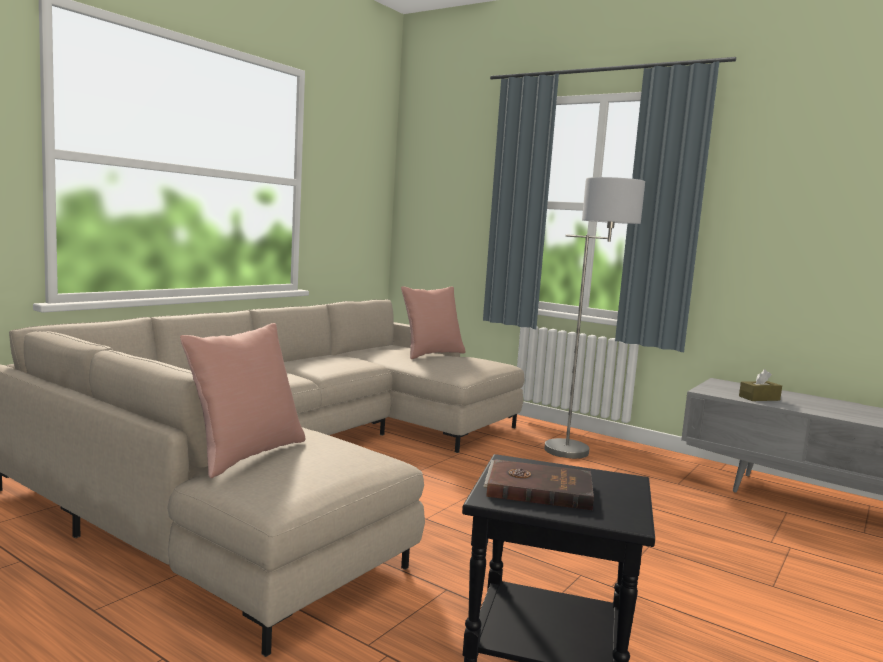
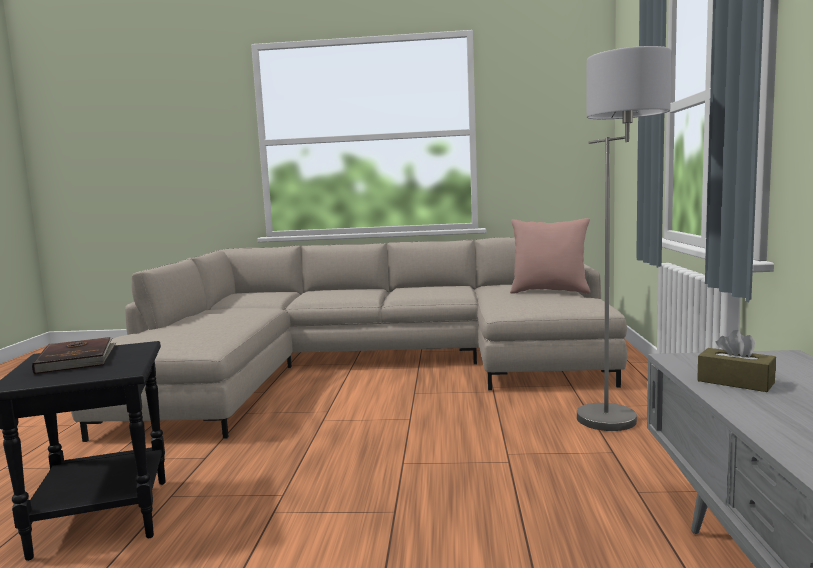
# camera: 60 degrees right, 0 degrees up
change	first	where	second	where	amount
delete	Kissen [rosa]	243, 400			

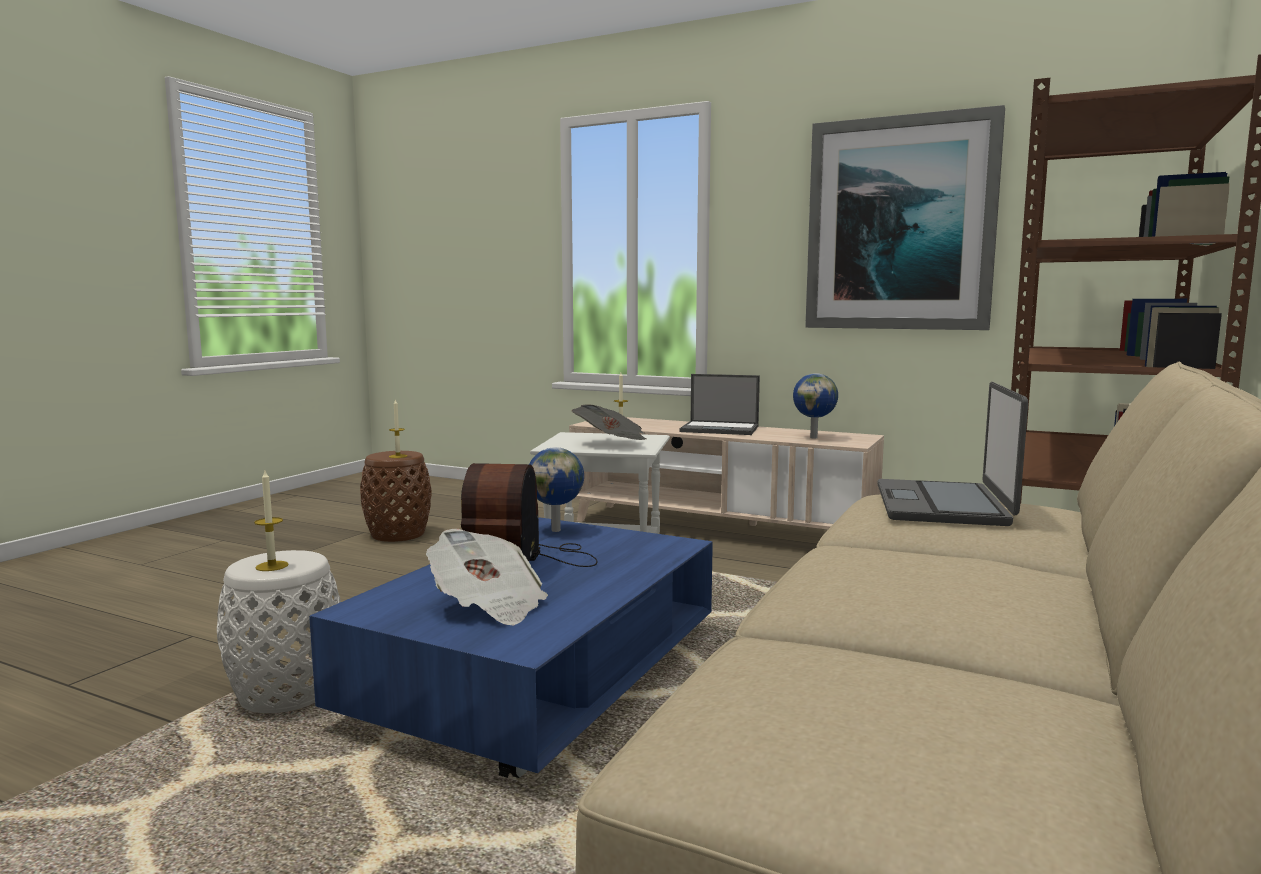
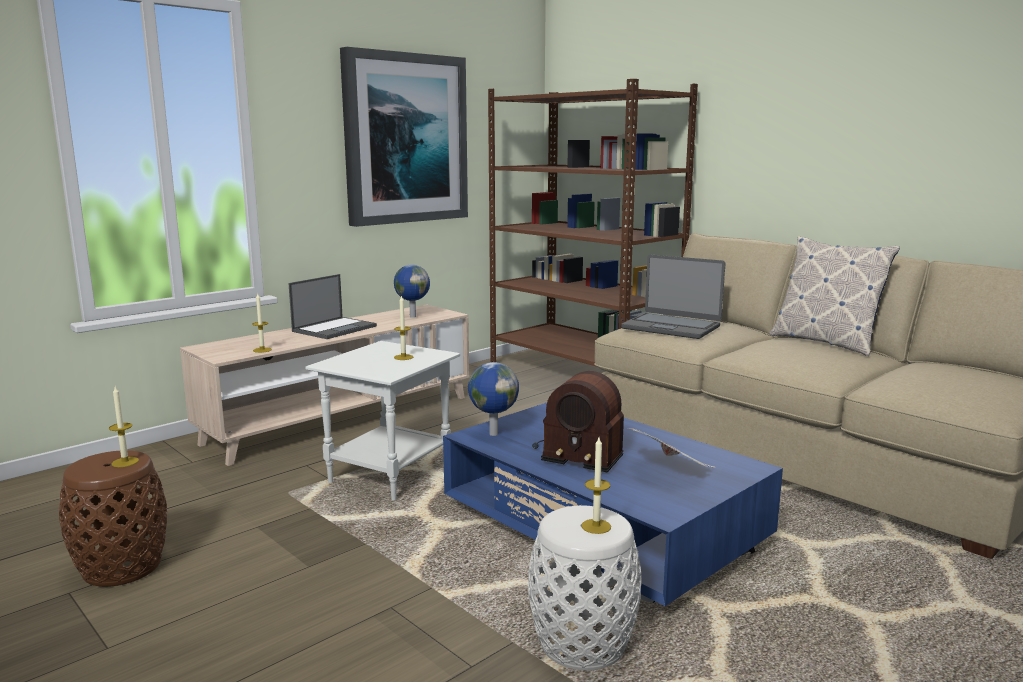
# camera: 70 degrees left, 5 degrees up
change	first	where	second	where	amount
insert			Kissen	834, 296	
replace	Zeitung	609, 422	Kerze	403, 327	

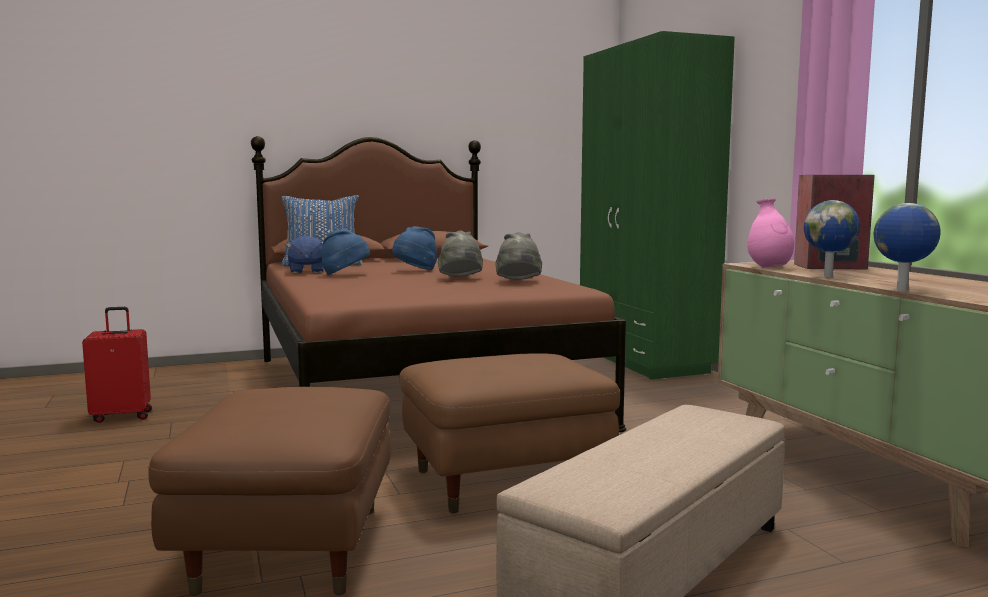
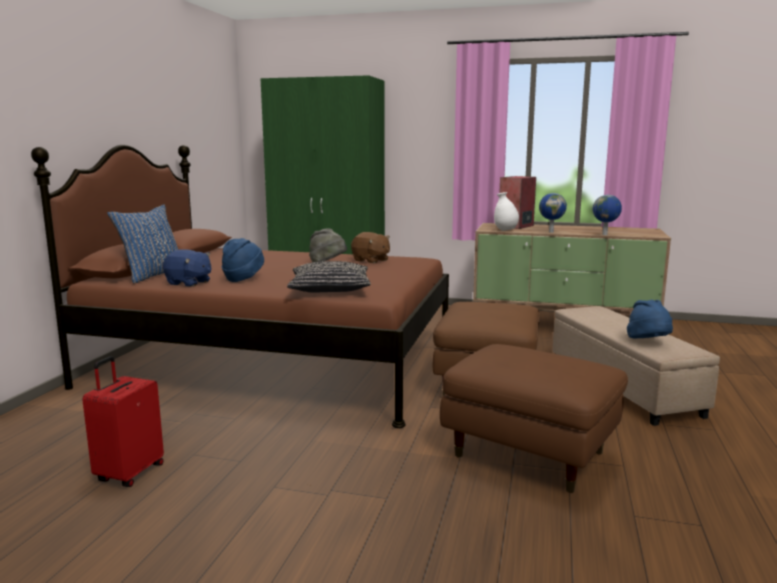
# camera: 55 degrees left, 5 degrees up
change	first	where	second	where	amount
insert			Kissen [schwarz]	329, 277	
move	Hut [blau]	415, 248		650, 319	
replace	Hut [grau]	518, 256	Plüschtier [braun]	370, 247	
recolor	Vase [rosa]	771, 232	Vase [weiß]	506, 211	

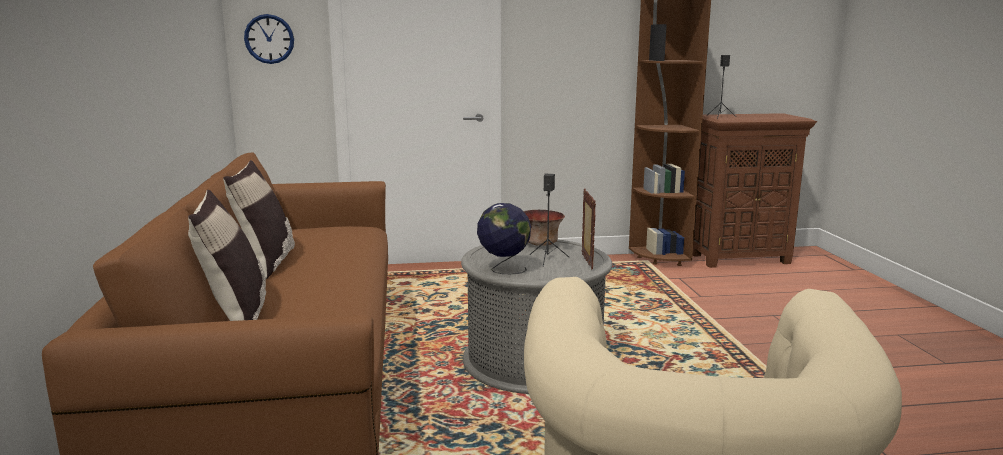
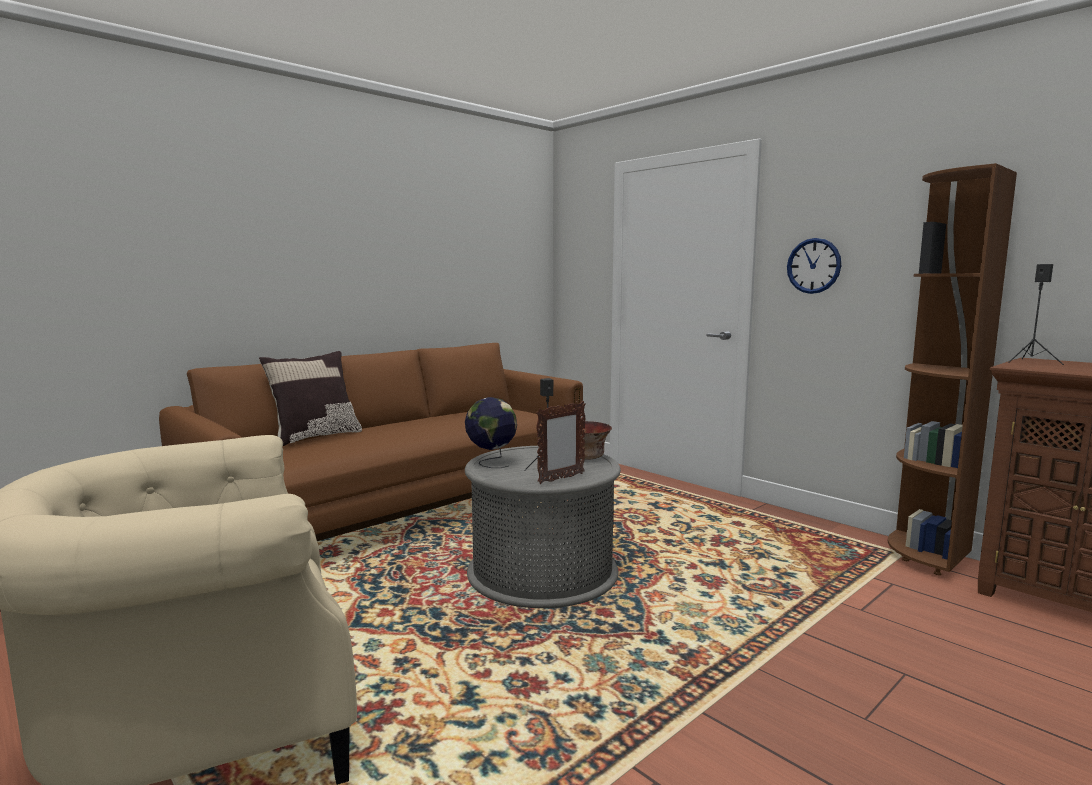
# camera: 55 degrees right, 5 degrees down
change	first	where	second	where	amount
delete	Kissen	259, 219			
move	Wanduhr	269, 39		814, 266	

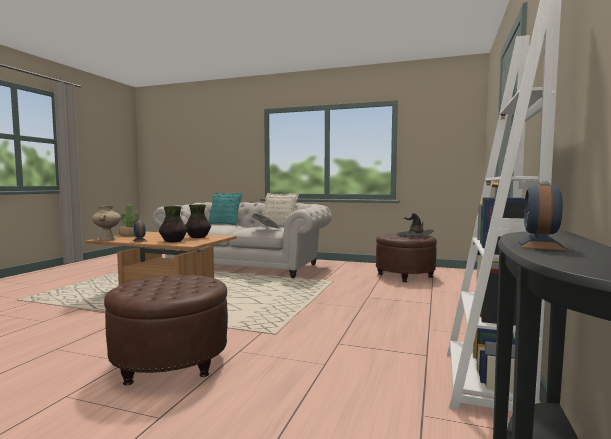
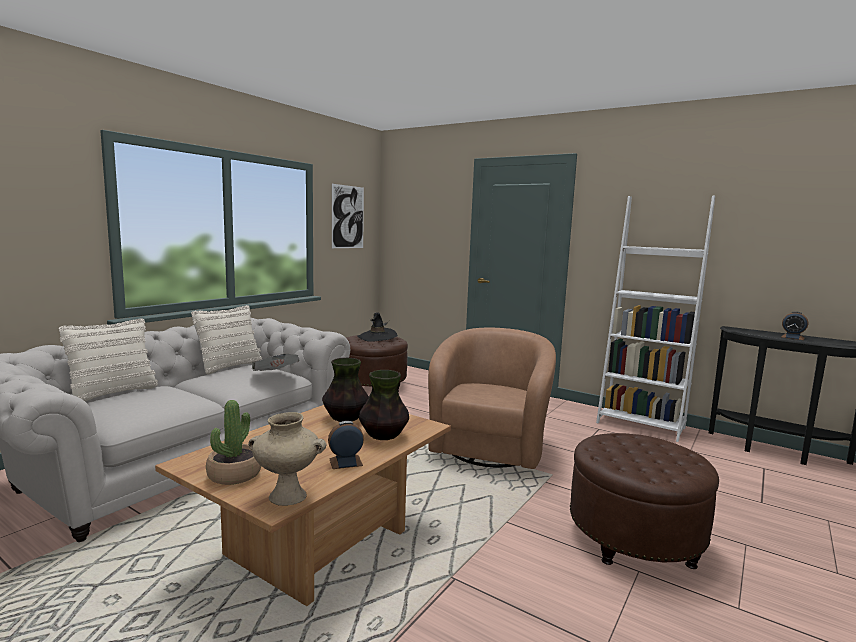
# camera: 75 degrees left, 5 degrees up
change	first	where	second	where	amount
insert			Bild	348, 216	
insert			Sessel [braun]	492, 398	
recolor	Kissen [türkis]	226, 208	Kissen [beige]	108, 360	

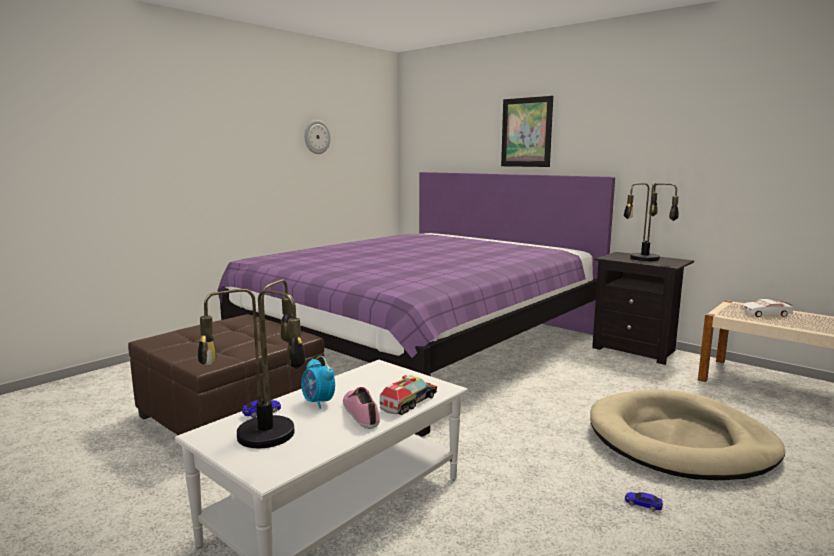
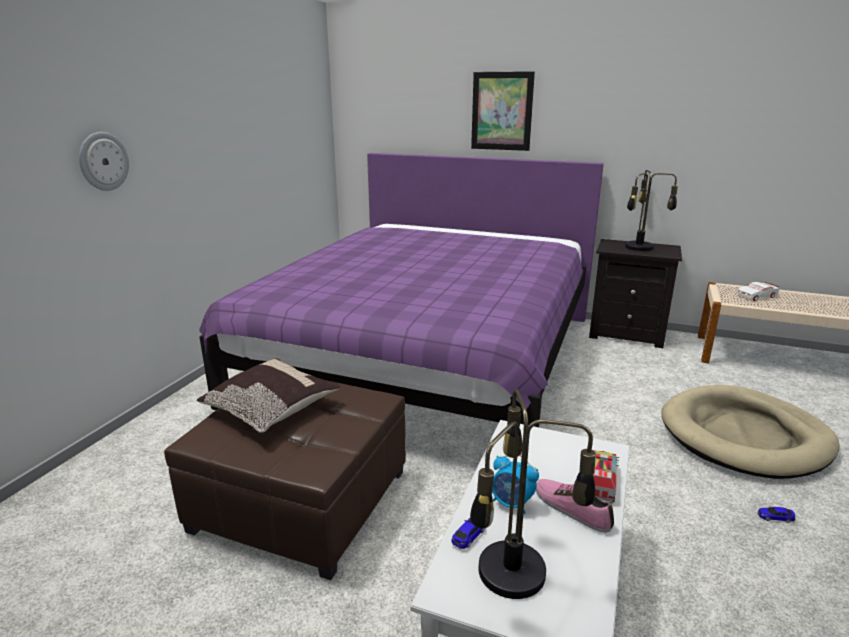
# camera: 20 degrees left, 10 degrees up
change	first	where	second	where	amount
insert			Kissen	269, 395	
move	Wanduhr	317, 137		104, 161	

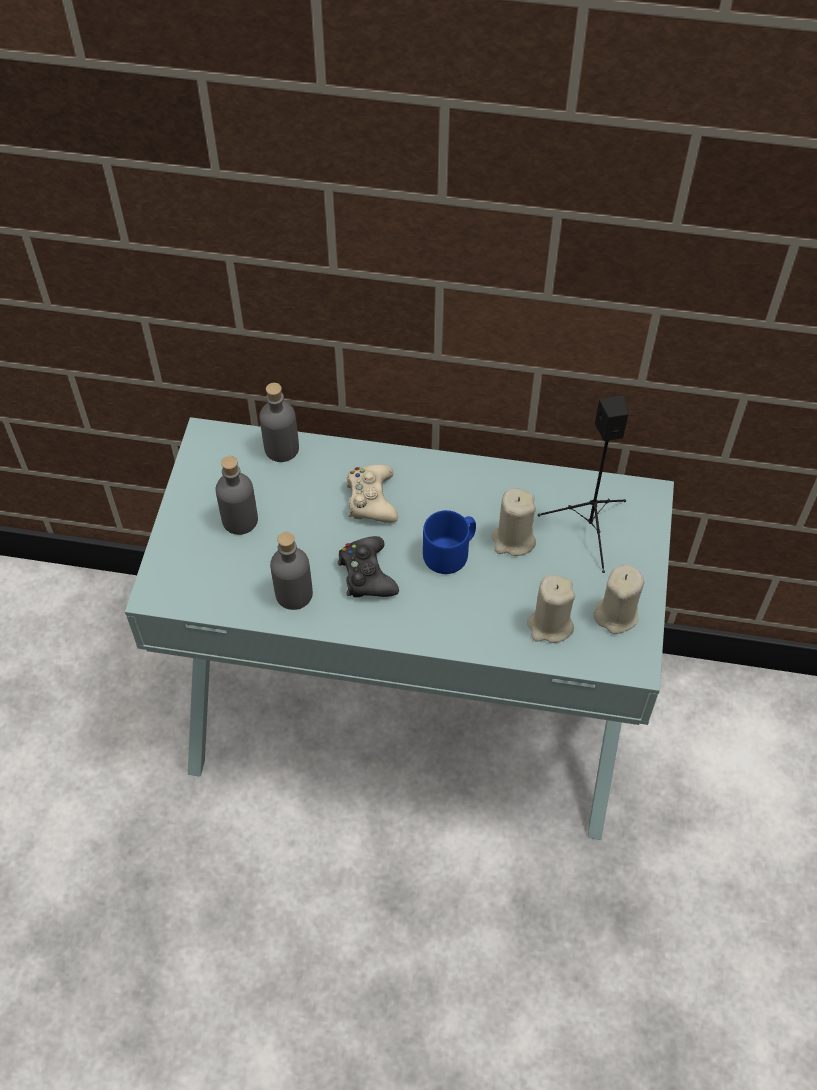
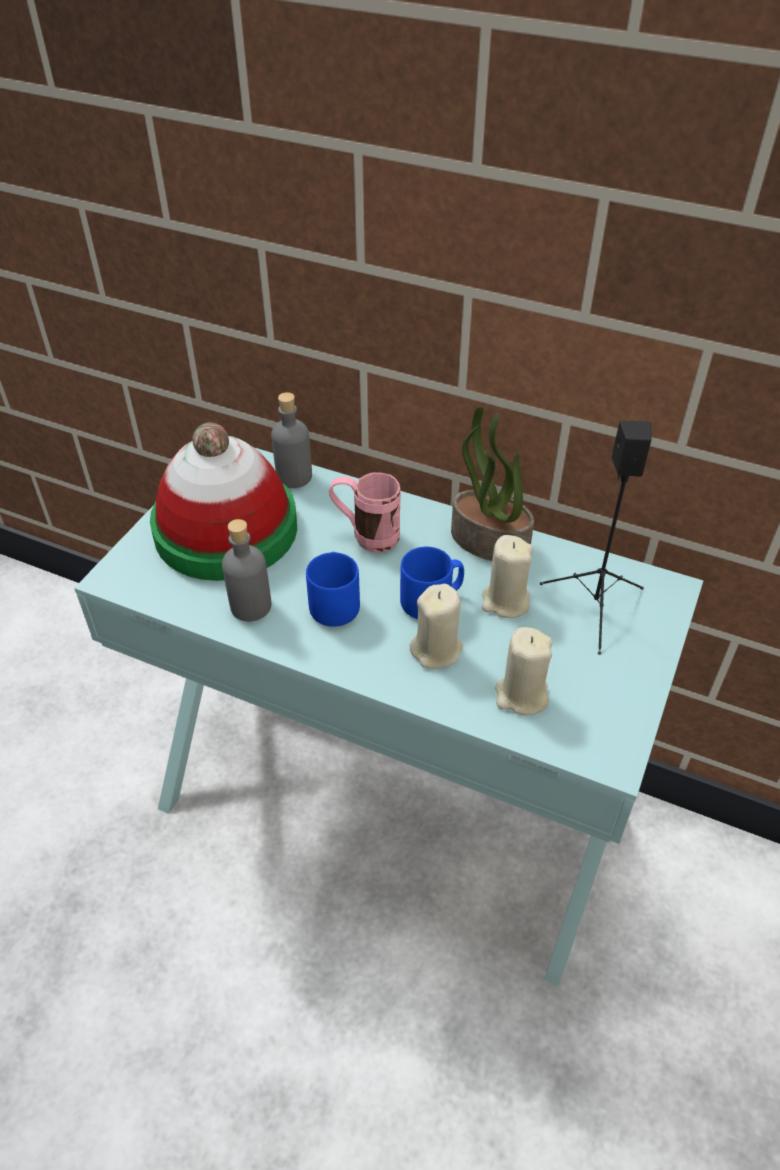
# camera: 15 degrees right, 10 degrees down
change	first	where	second	where	amount
insert			Topfpflanze	492, 484	
move	Kerze [beige]	619, 599		436, 626	
replace	Flasche [grau]	237, 495	Hut	223, 501	
replace	Gamepad [schwarz]	368, 566	Henkelbecher [blau]	333, 589	
replace	Gamepad [beige]	372, 494	Henkelbecher [rosa]	365, 512	

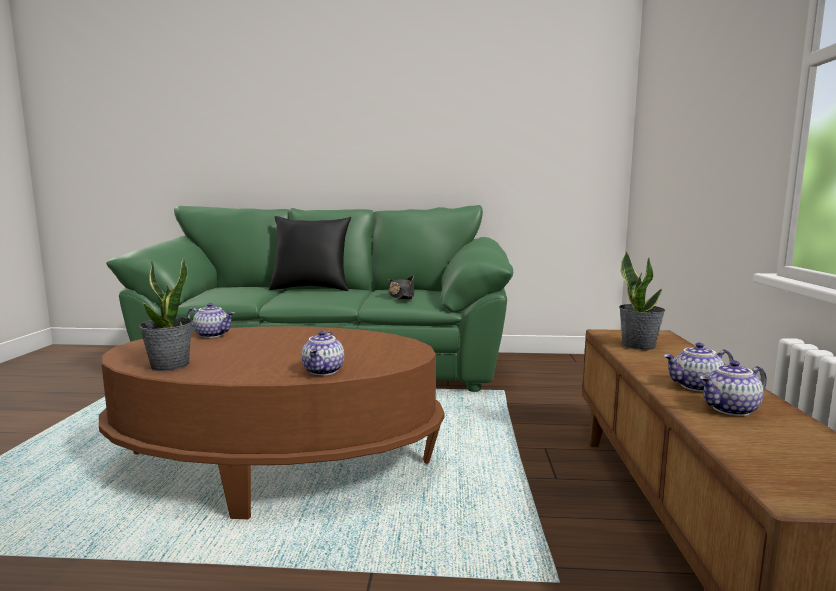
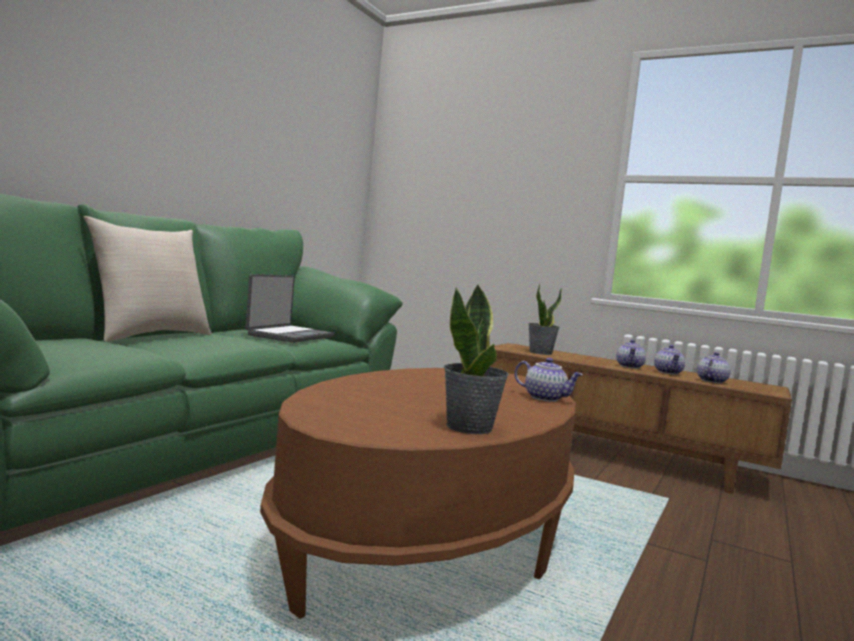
# camera: 65 degrees left, 5 degrees down
change	first	where	second	where	amount
move	Teekanne	211, 320		714, 368	
replace	Hut [schwarz]	401, 288	Laptop	289, 308	
recolor	Kissen [schwarz]	310, 253	Kissen [beige]	147, 279	

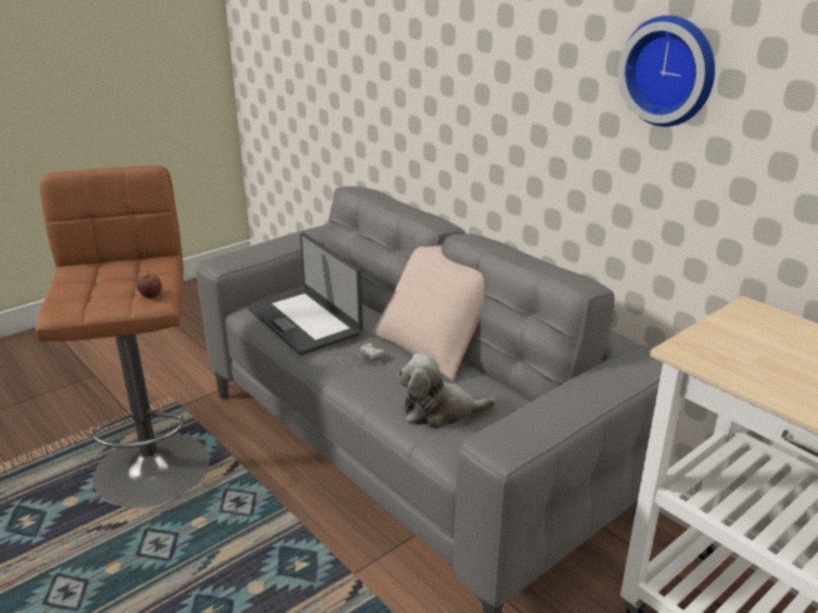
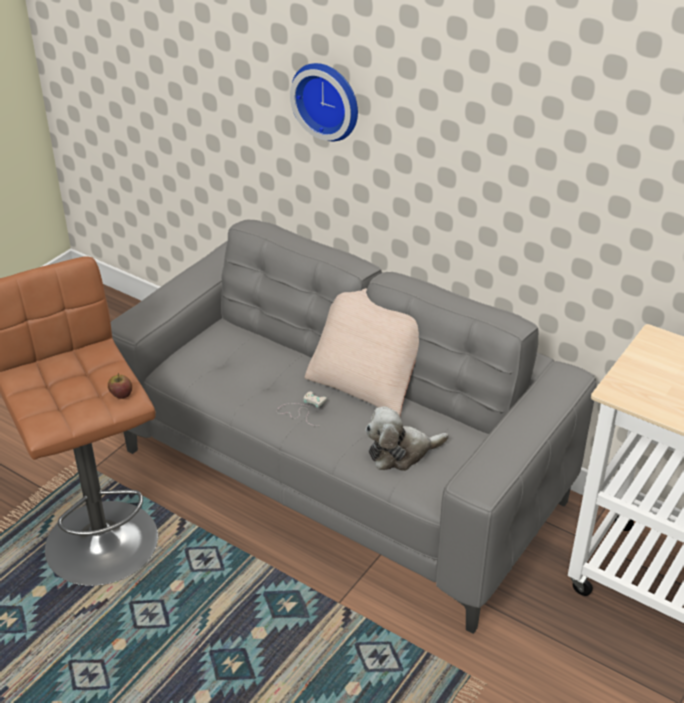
# camera: 15 degrees left, 10 degrees up
change	first	where	second	where	amount
delete	Laptop	305, 294			
move	Wanduhr	666, 71		324, 102	

